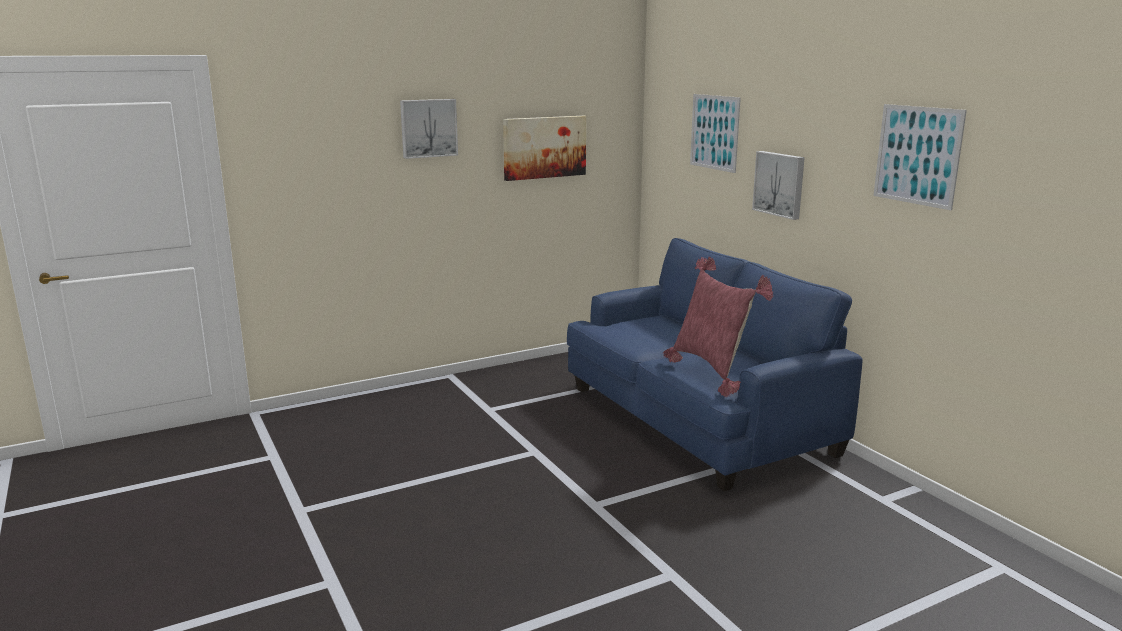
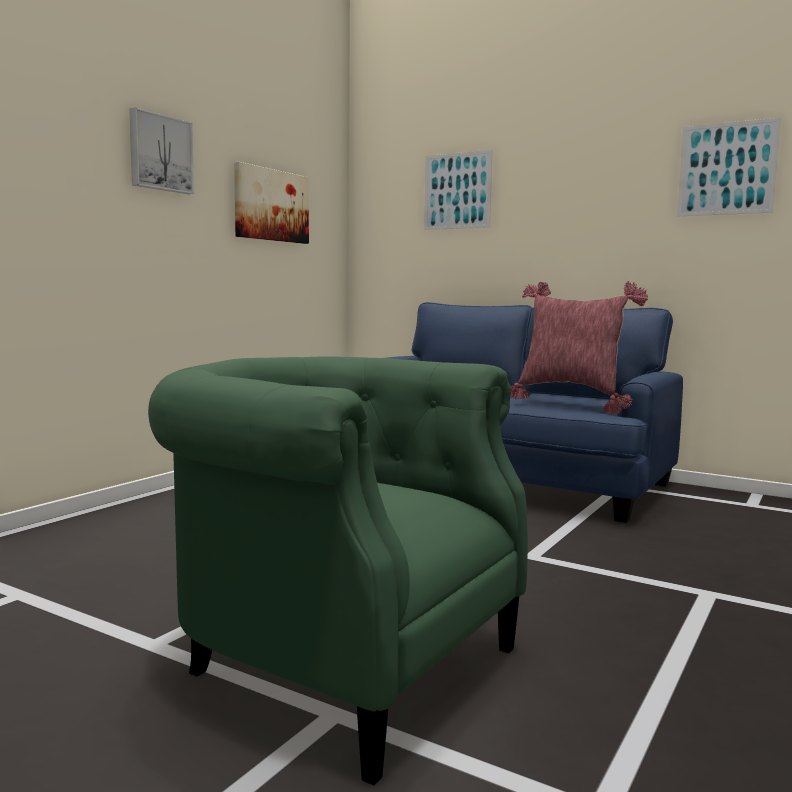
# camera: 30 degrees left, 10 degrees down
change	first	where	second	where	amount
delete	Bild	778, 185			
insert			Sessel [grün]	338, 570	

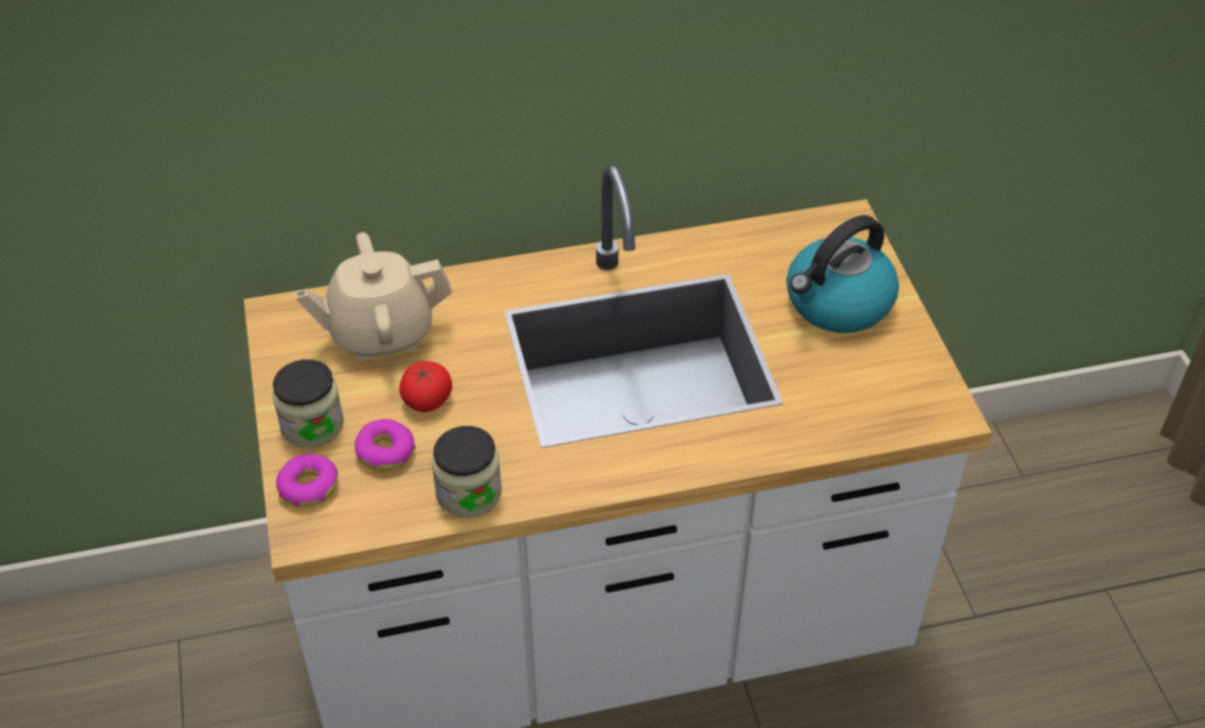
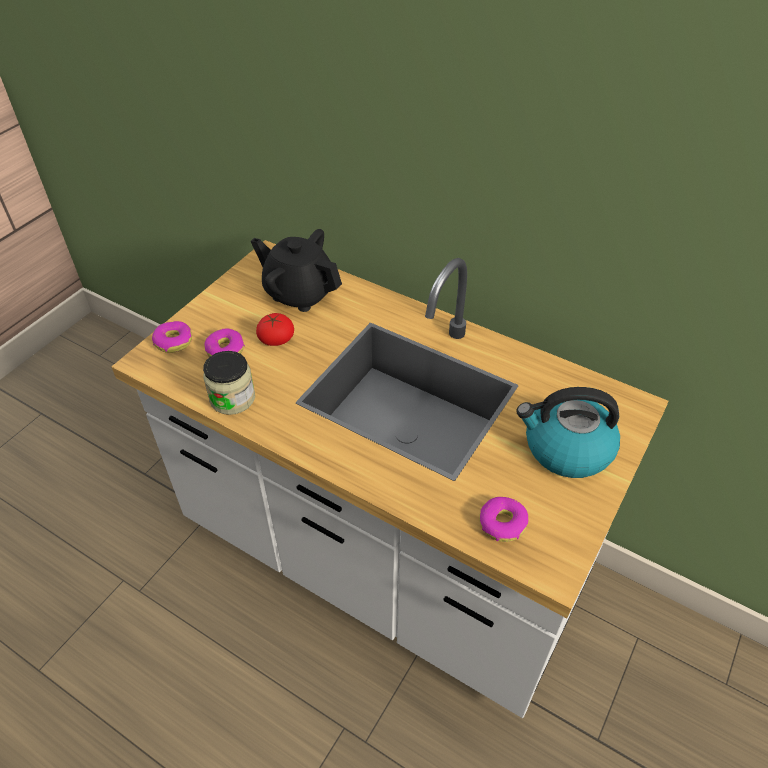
# camera: 45 degrees right, 0 degrees up
change	first	where	second	where	amount
delete	Vorratsglas	308, 403			
insert			Donut	504, 519	
recolor	Teekanne [beige]	373, 296	Teekanne [schwarz]	296, 270	

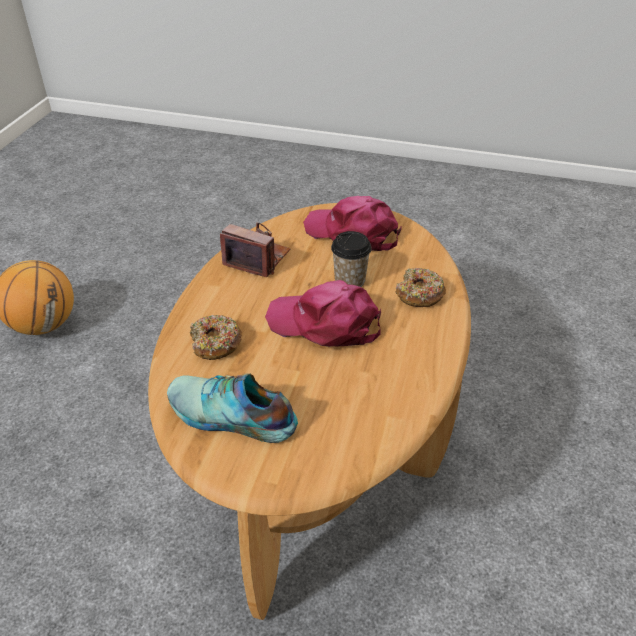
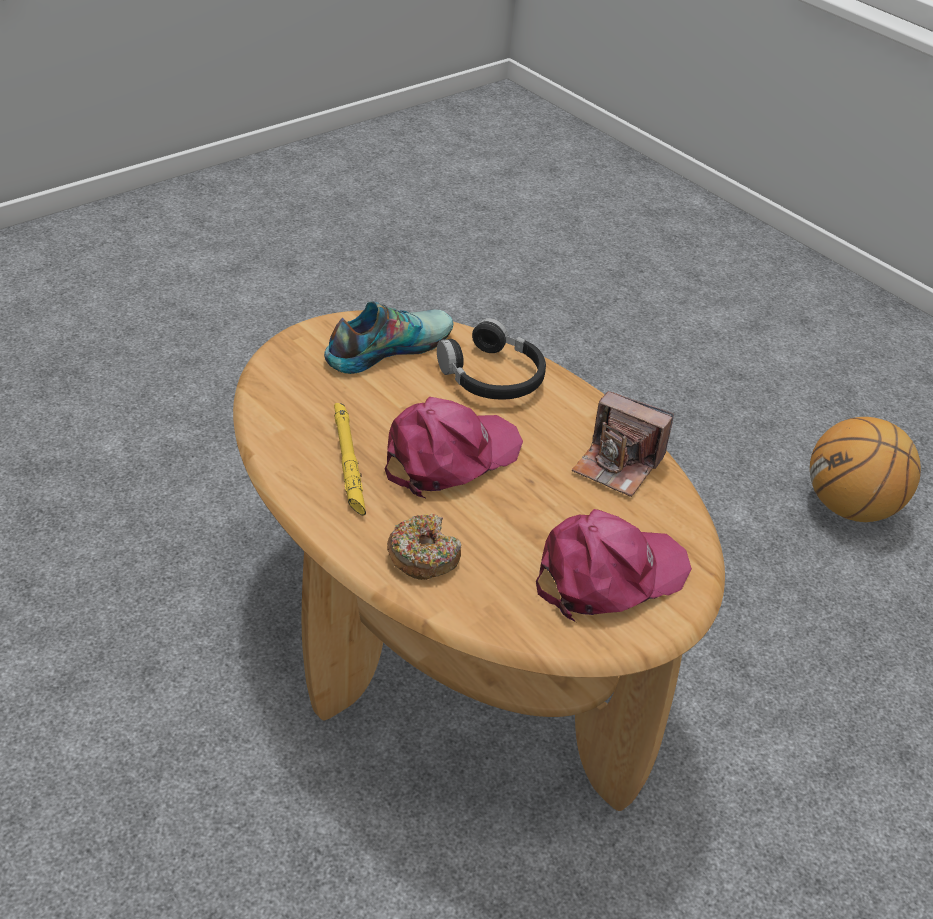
# camera: 120 degrees right, 0 degrees up
change	first	where	second	where	amount
delete	Tasse	351, 259			
insert			Taschenlampe [gelb]	350, 459	
replace	Donut	216, 337	Kopfhörer [schwarz]	491, 358	
rotate	Kamera	255, 249		623, 444	60 degrees clockwise

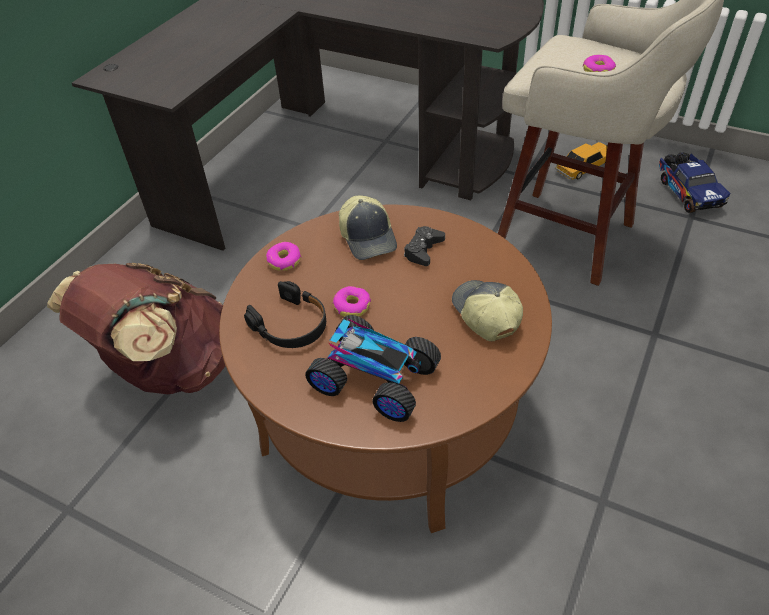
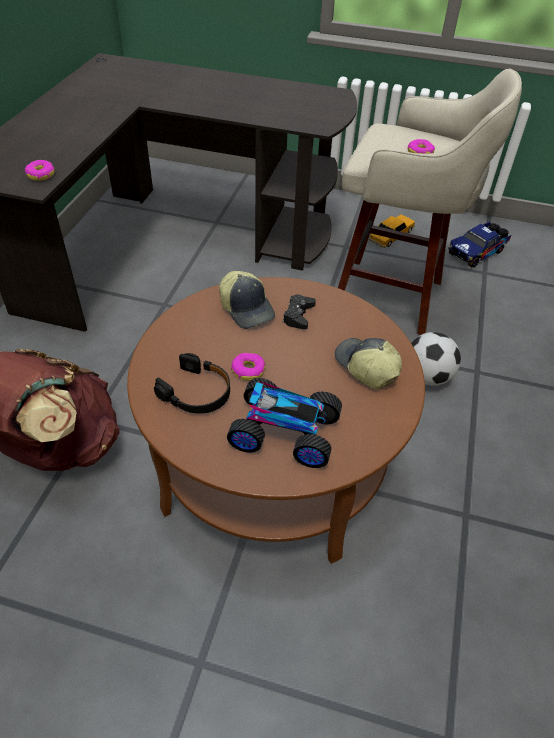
# camera: 15 degrees left, 0 degrees up
change	first	where	second	where	amount
insert			Fußball	436, 359	
move	Donut	284, 256		40, 170	
rotate	Spielzeuglaster	694, 182		480, 245	75 degrees clockwise

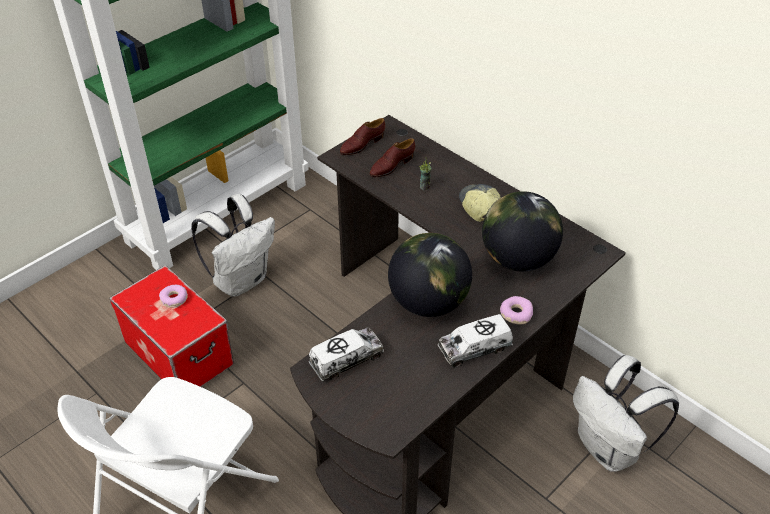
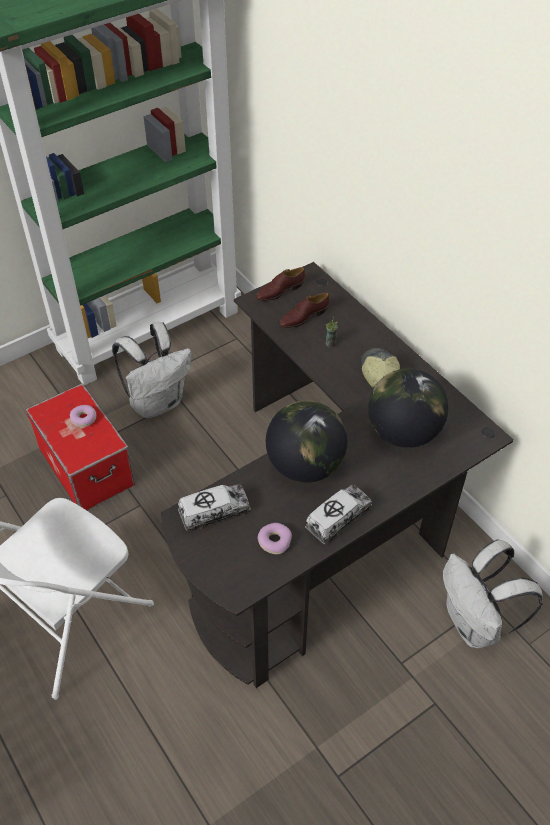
# camera: 10 degrees right, 5 degrees up
change	first	where	second	where	amount
move	Donut	516, 310		275, 538	
rotate	Spielzeuglaster	475, 341		338, 514	150 degrees clockwise

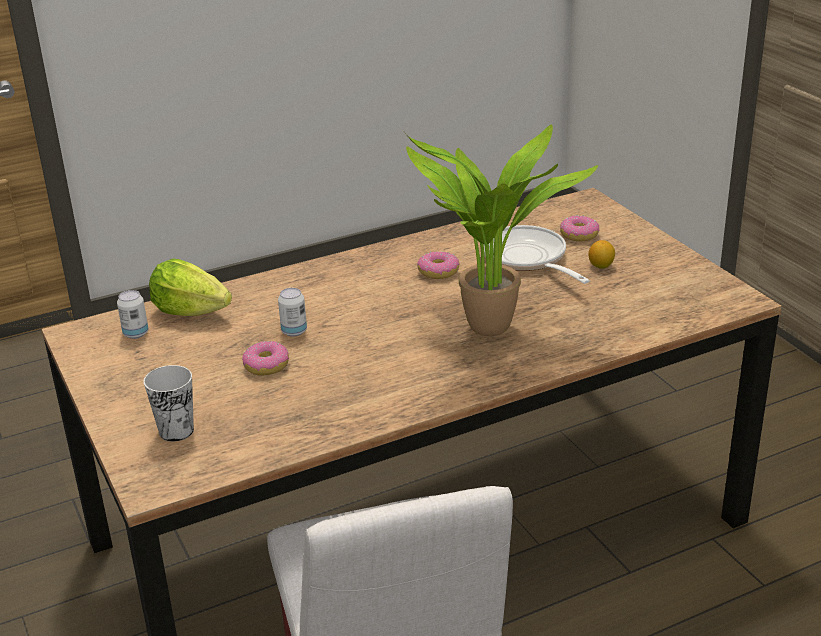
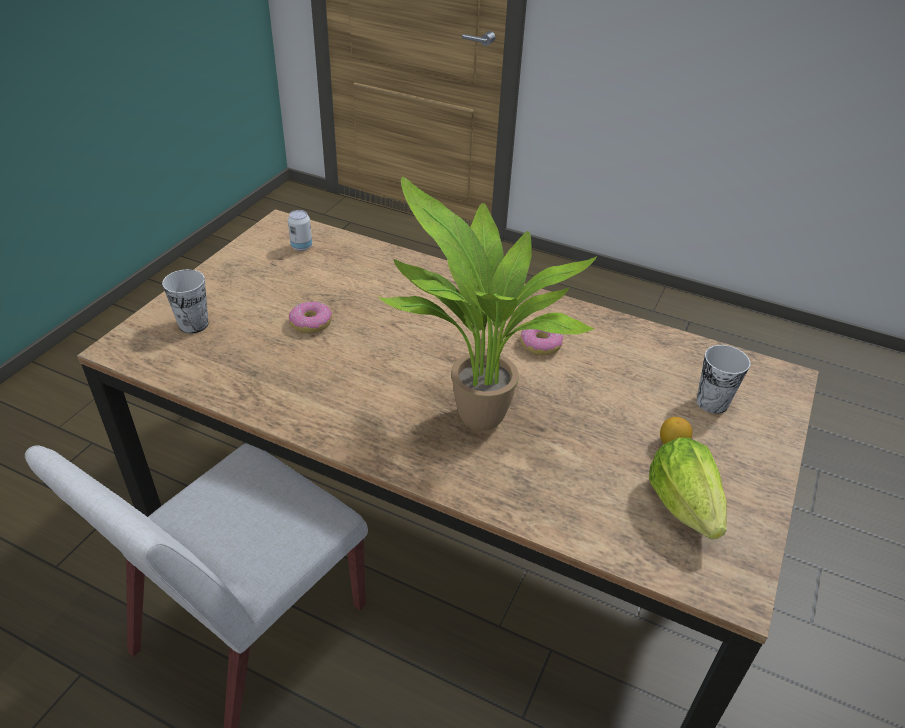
# camera: 50 degrees right, 10 degrees up
change	first	where	second	where	amount
delete	Dose	292, 312			
delete	Pfanne	537, 254			
move	Salatkopf	190, 287		688, 488	
replace	Donut	579, 228	Tasse	724, 379	

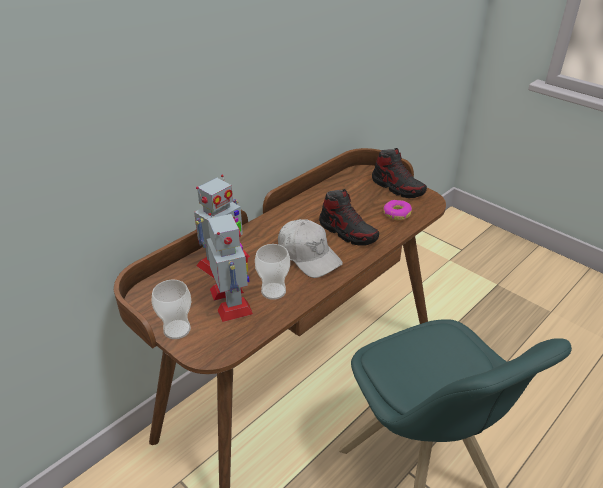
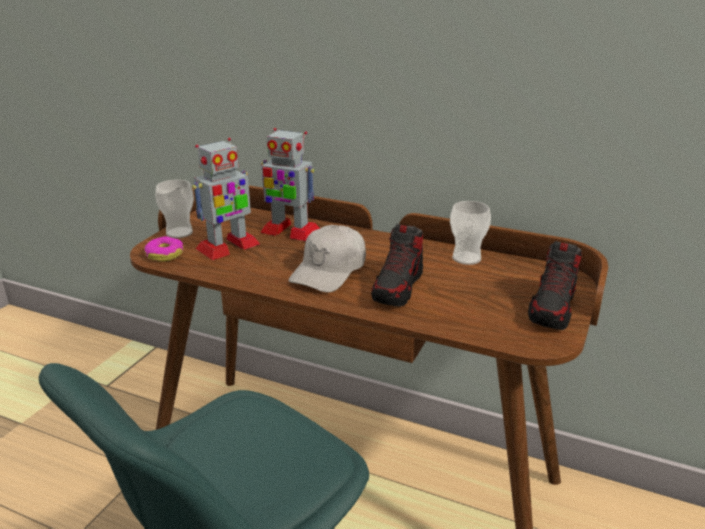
# camera: 70 degrees right, 10 degrees down
change	first	where	second	where	amount
move	Tasse	272, 272		470, 233	
move	Donut	397, 210		163, 249	

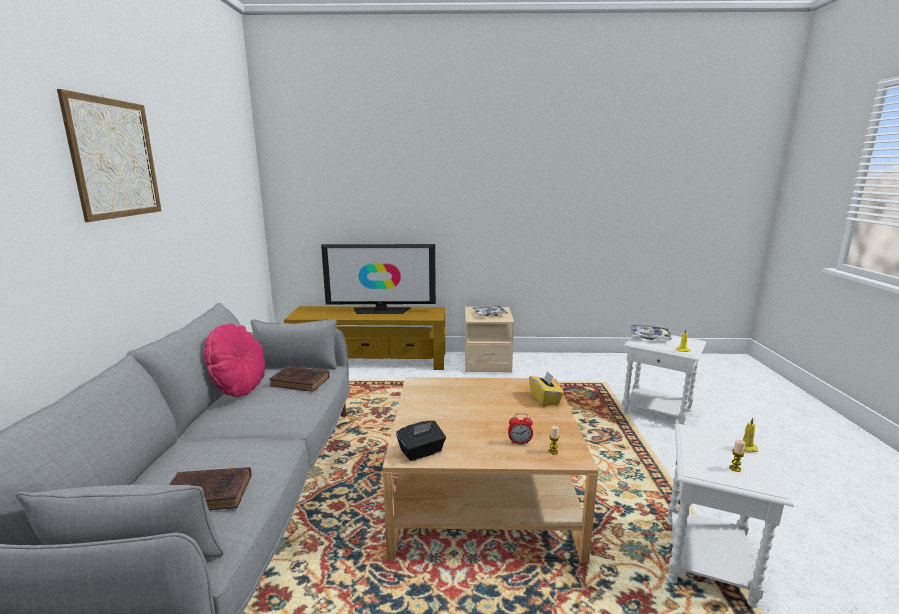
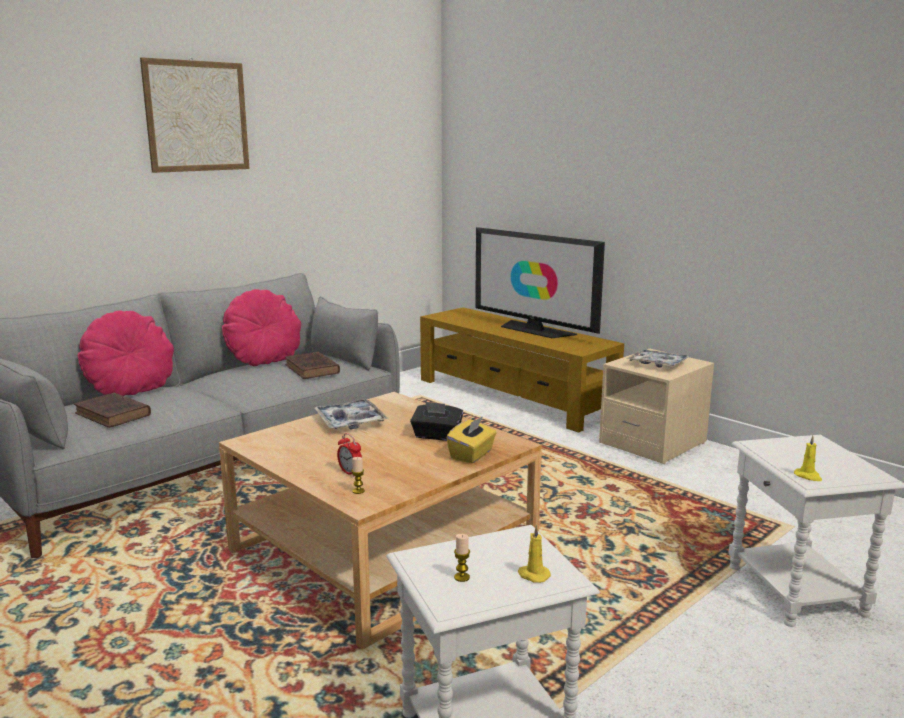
# camera: 45 degrees right, 0 degrees up
change	first	where	second	where	amount
insert			Kissen [rosa]	126, 353	
move	Taschentuchbox [schwarz]	421, 441		436, 421	
move	Tablett	651, 332		351, 414	

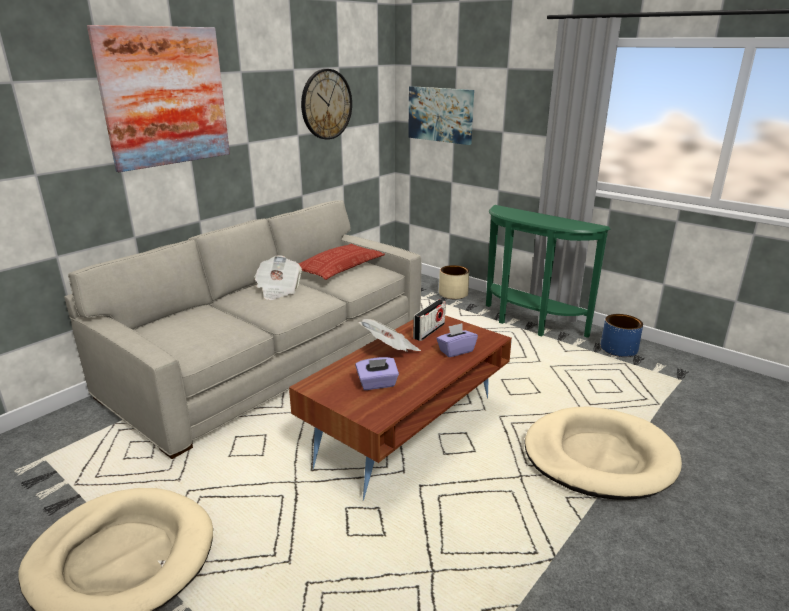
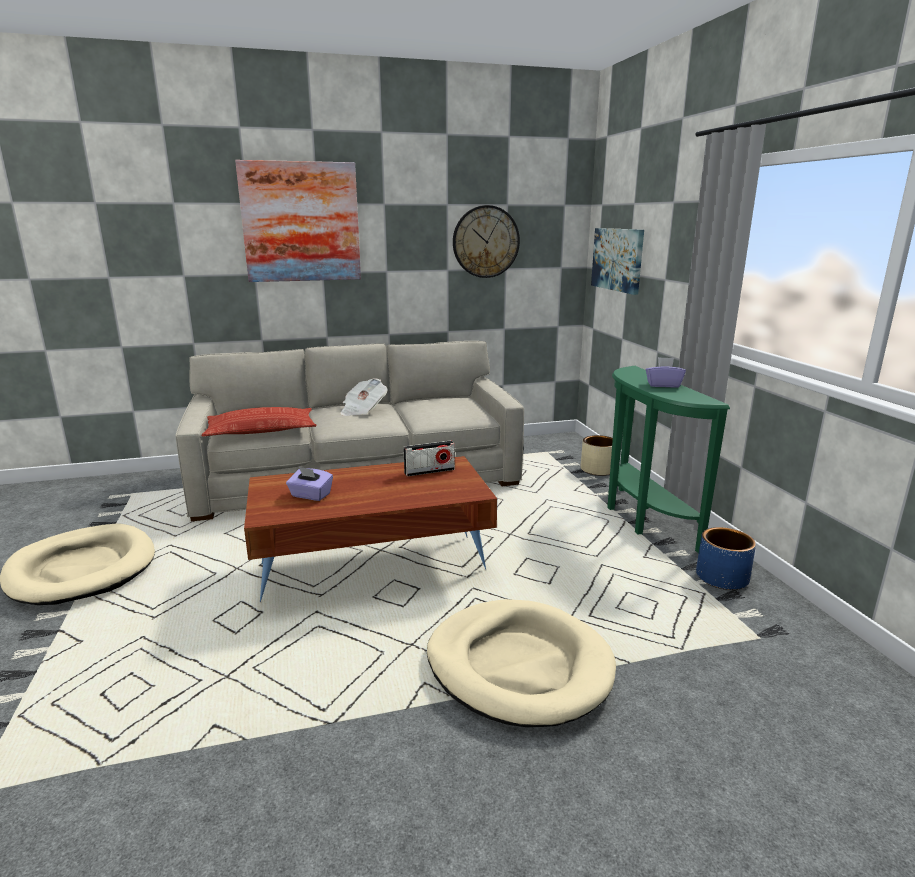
# camera: 35 degrees right, 5 degrees down
change	first	where	second	where	amount
delete	Zeitung	389, 335			
move	Kissen	341, 262		259, 422	
move	Taschentuchbox [lila]	457, 340		666, 372	

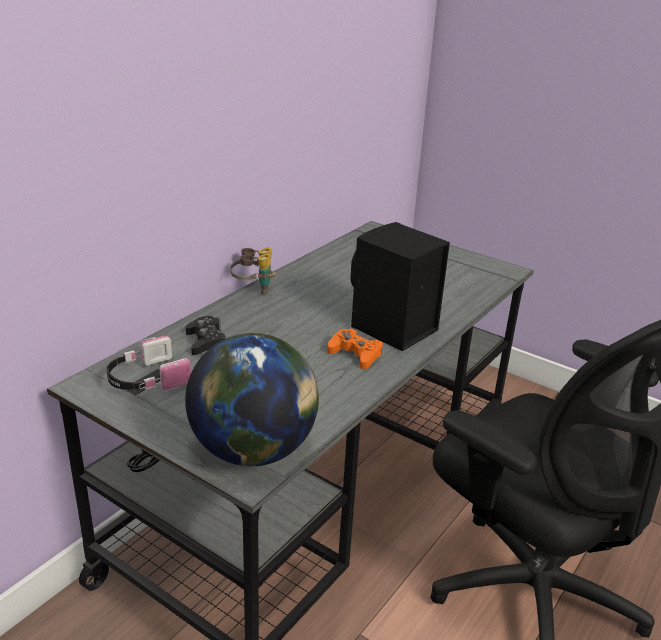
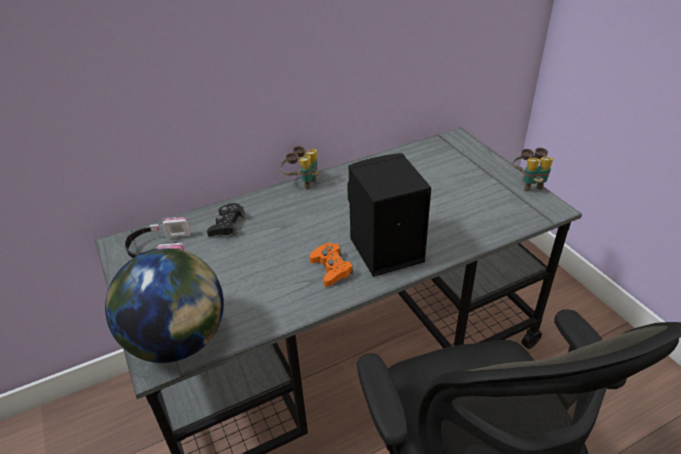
# camera: 30 degrees right, 10 degrees up
change	first	where	second	where	amount
insert			Fernglas	532, 169	

